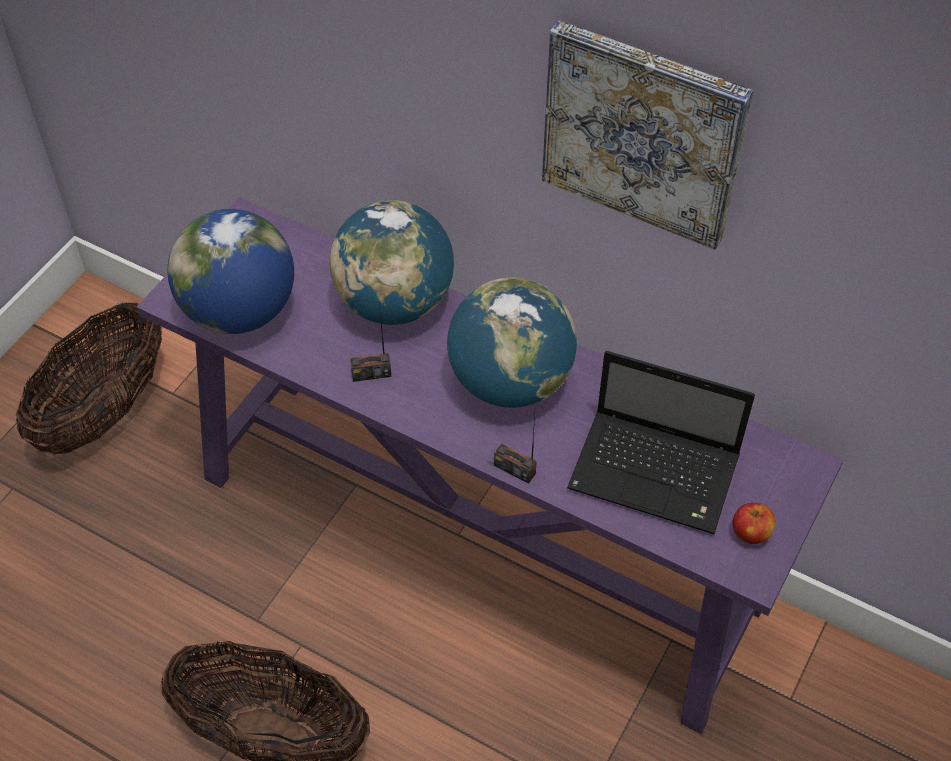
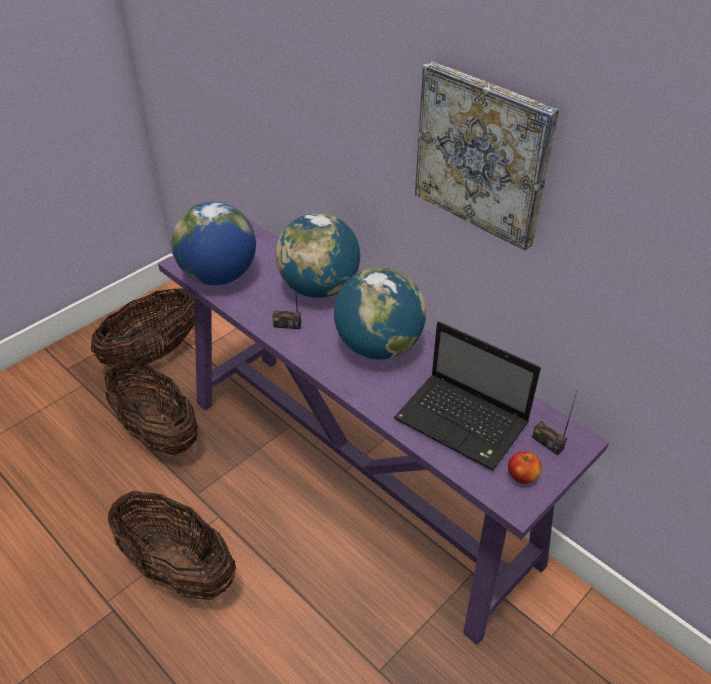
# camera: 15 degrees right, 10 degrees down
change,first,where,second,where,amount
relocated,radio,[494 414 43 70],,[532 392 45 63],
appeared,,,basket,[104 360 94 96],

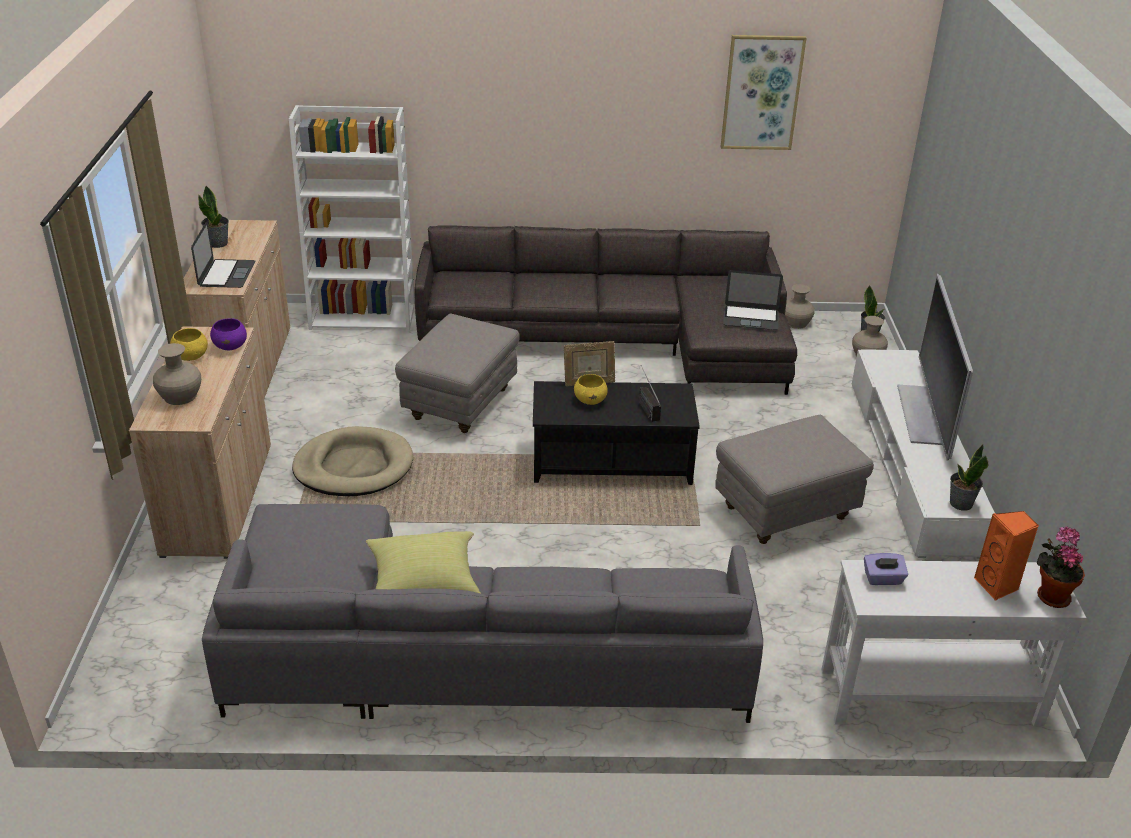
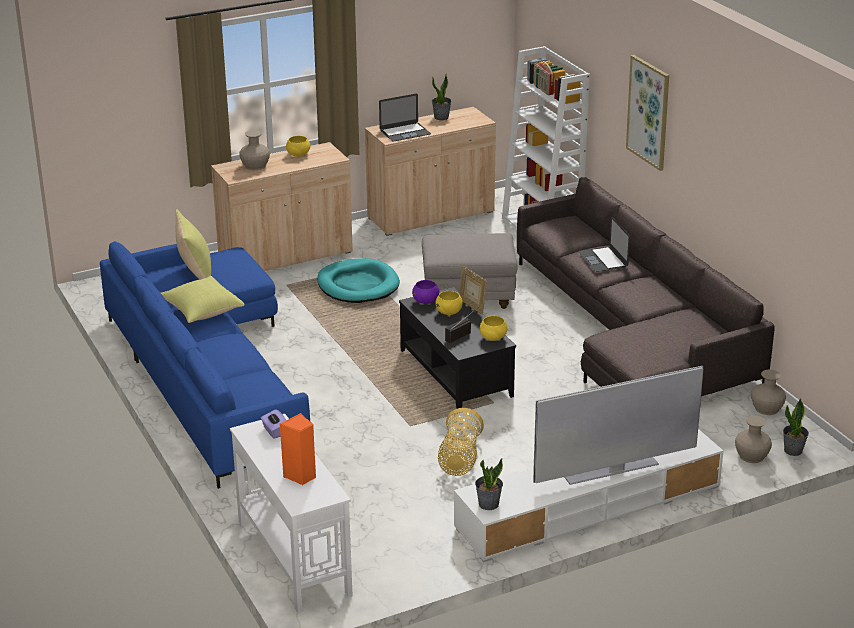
# camera: 65 degrees right, 5 degrees down
change,first,where,second,where,amount
relocated,wall_art,[721 35 86 115],,[626 55 43 116],
relocated,laptop,[723 270 60 60],,[578 216 52 56],
relocated,purple-coloured_serving_bowl,[210 318 37 32],,[412 280 27 24],
exchanged,grey_pouffe,[715 415 159 129],basket,[438 408 46 68],
colour,sand-coloured_dog_cushion,[292 426 121 70],turquoise-coloured_dog_cushion,[317 258 83 45],
colour,grey_couch,[202 503 561 220],blue-coloured_couch,[100 242 210 247],
missing,houseplant,[1037 526 48 82],,,
appeared,,,radio,[534 61 20 34],
appeared,,,yellowish_pillow,[175 209 36 70],
appeared,,,yellowish_serving_bowl,[480 316 28 25],

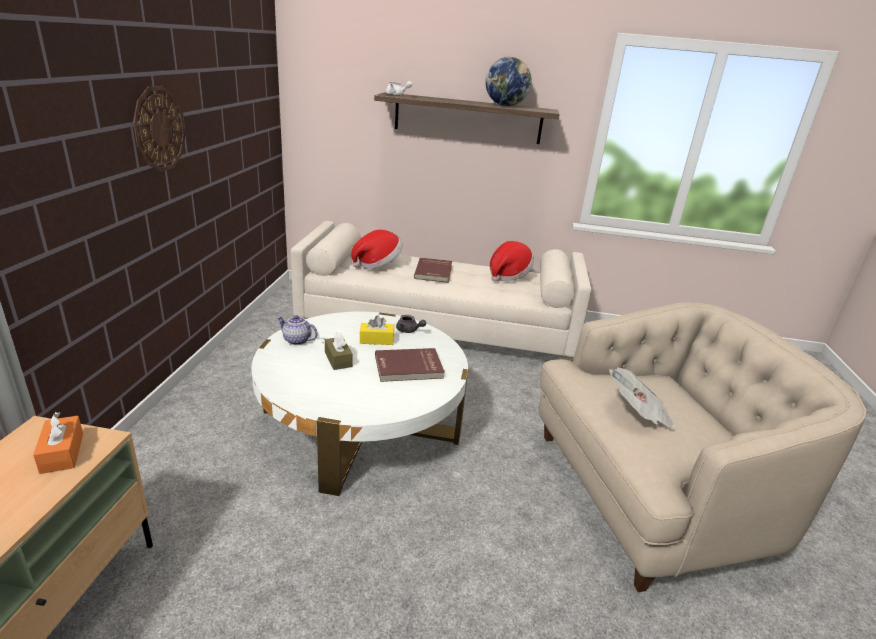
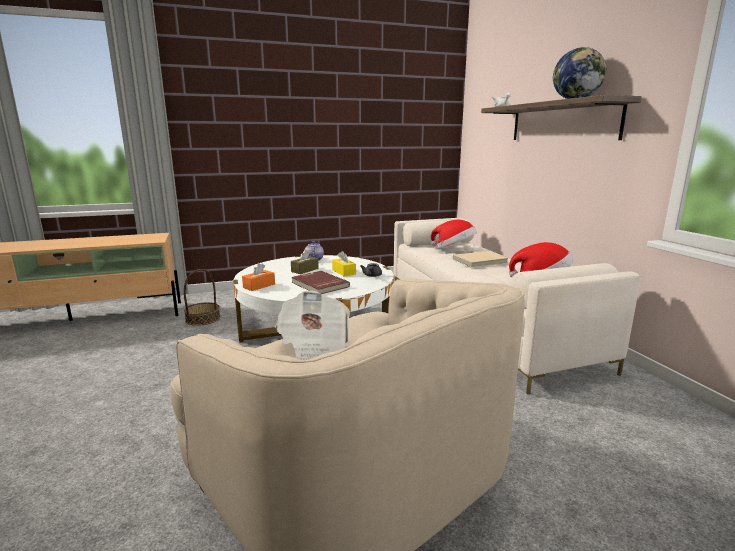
# camera: 65 degrees right, 10 degrees down
change,first,where,second,where,amount
missing,clock_on_the_wall,[133 86 53 86],,,
colour,reddish_book,[414 258 38 25],sand-coloured_book,[453 251 55 17],
relocated,orangey_tissue_holder,[33 412 50 62],,[242 263 33 28],
appeared,,,basket,[184 269 36 57],

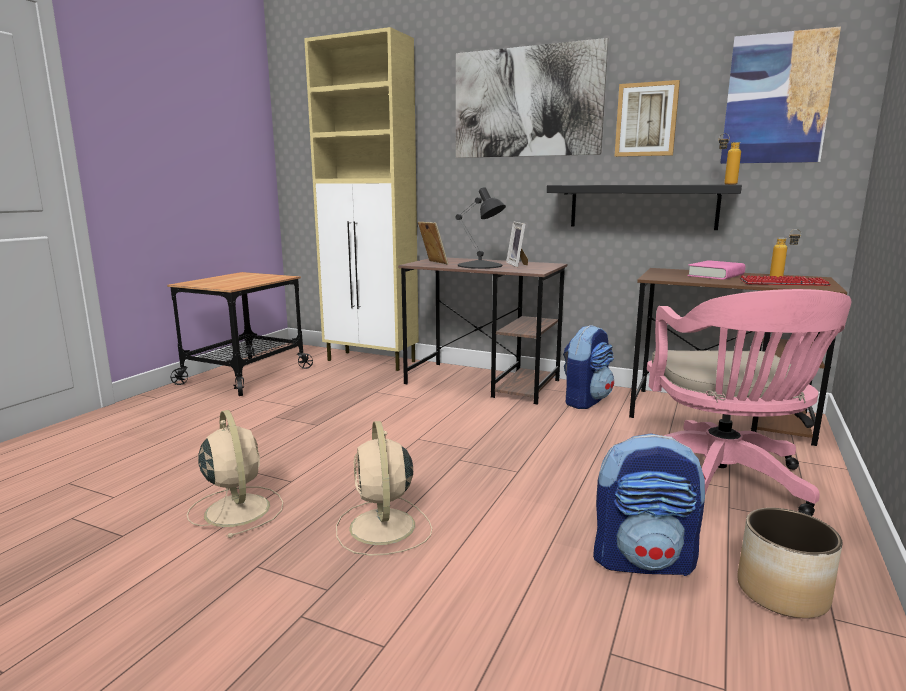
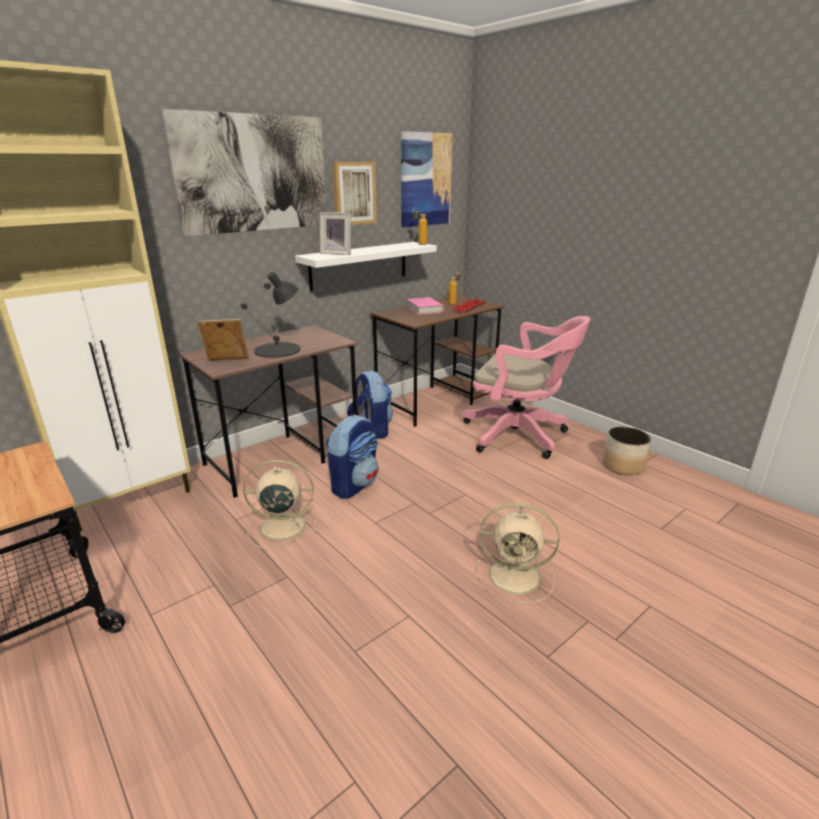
# camera: 65 degrees left, 10 degrees up
change,first,where,second,where,amount
colour,black_bracket_shelf,[547 185 195 45],white-coloured_bracket_shelf,[295 242 142 49],
relocated,photo_frame,[506 221 22 46],,[320 212 31 43],
relocated,sand-coloured_electric_fan,[187 410 96 128],,[243 460 74 89],
relocated,rucksack,[593 433 113 143],,[326 415 52 84],

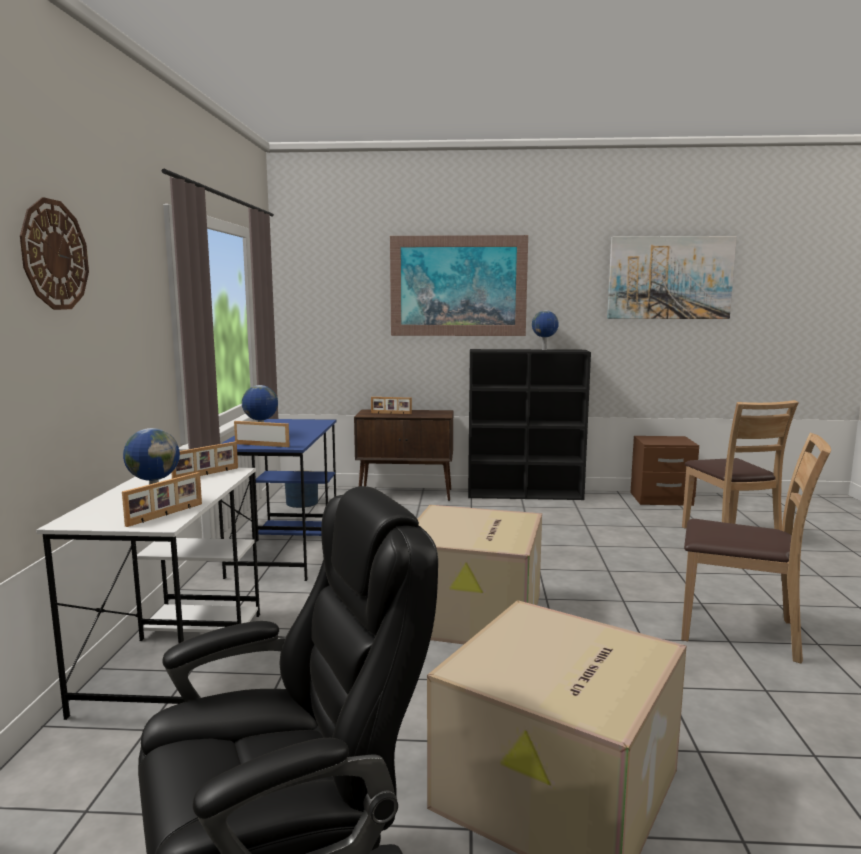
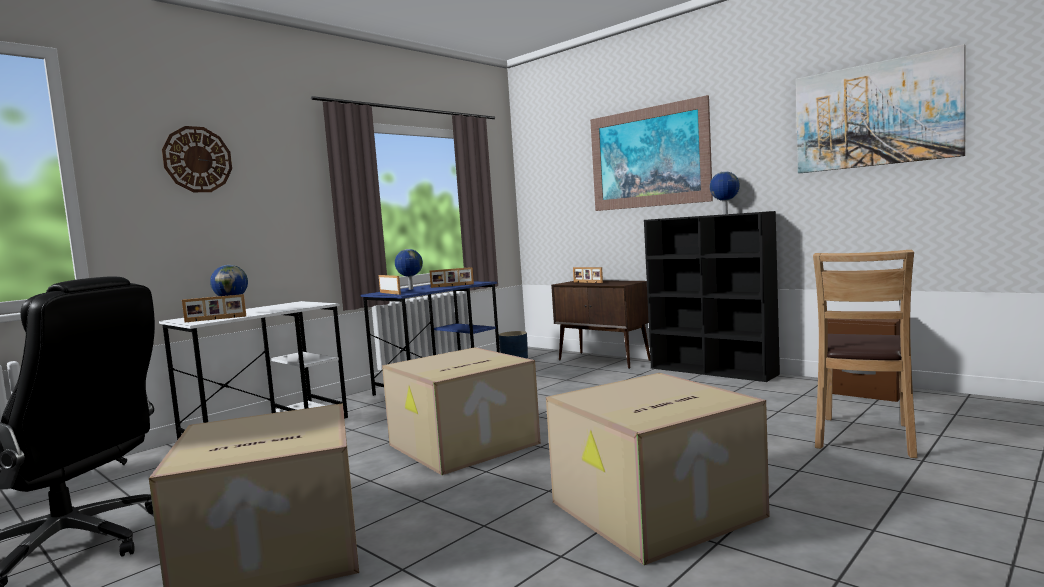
# camera: 40 degrees right, 5 degrees down
change,first,where,second,where,amount
exchanged,brownish_upright_chair,[681 433 150 231],cardboard_box,[546 373 224 192],
relocated,photo_frame,[171 442 67 37],,[430 267 44 21],

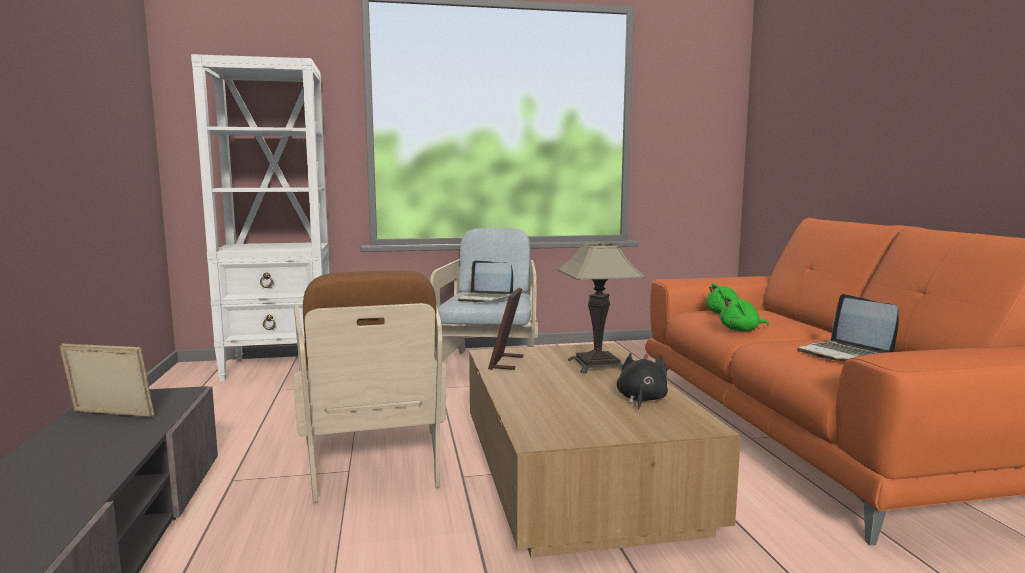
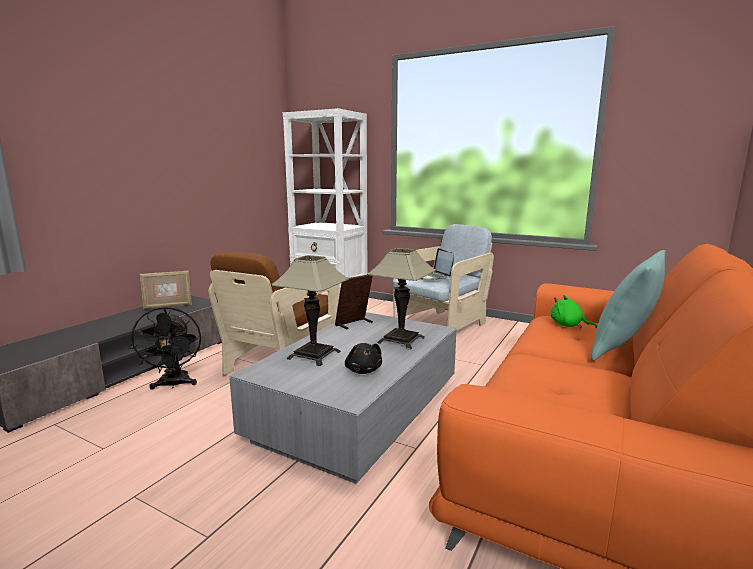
# camera: 40 degrees right, 5 degrees up
change,first,where,second,where,amount
missing,laptop,[797 294 102 66],,,
missing,green_cuddly_toy,[720 295 49 36],,,
spun,photo_frame,[60 343 95 74],,[140 270 52 40],105 degrees clockwise
colour,brownish_coffee_table,[469 343 272 215],grey_coffee_table,[229 312 227 172],
spun,black_cuddly_toy,[617 353 51 56],,[345 343 37 31],105 degrees clockwise
appeared,,,turquoise-coloured_pillow,[591 250 75 111],
appeared,,,table_lamp,[271 255 78 111],
appeared,,,black_electric_fan,[129 307 72 83],

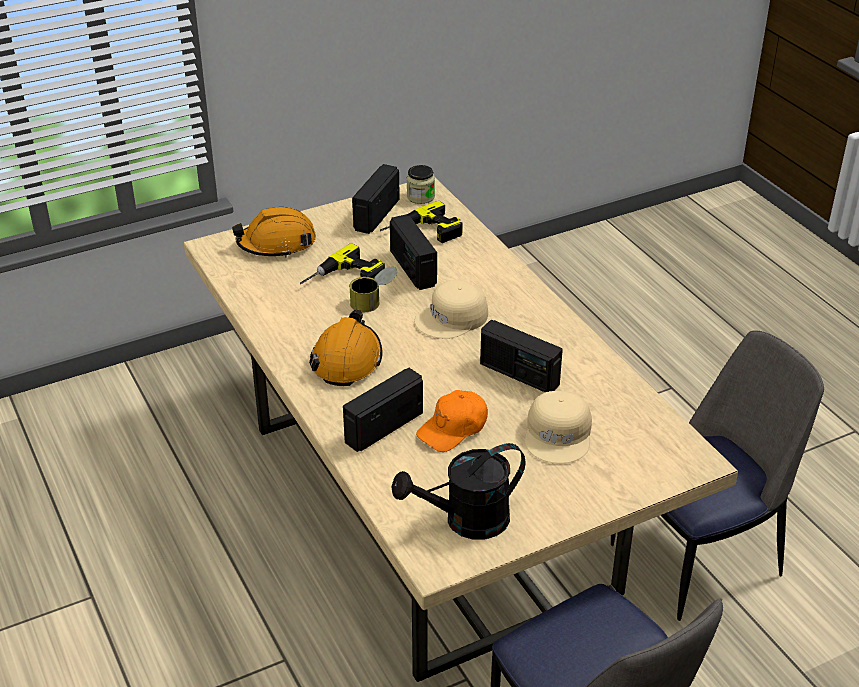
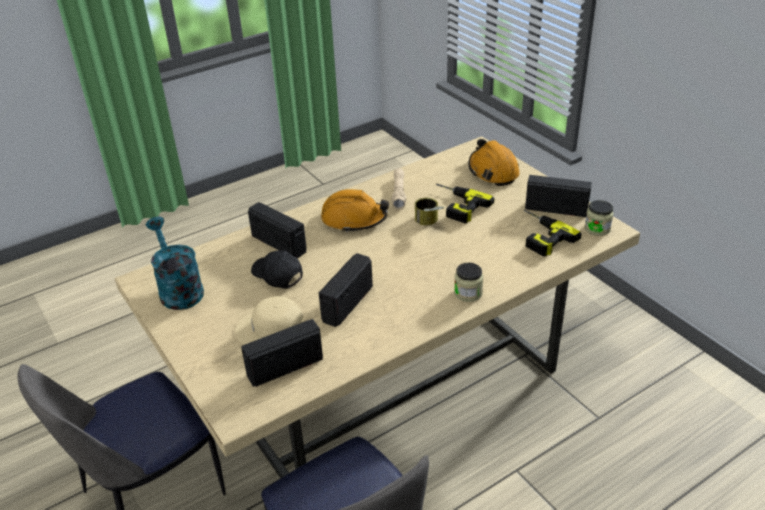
# camera: 85 degrees right, 0 degrees up
change,first,where,second,where,amount
relocated,radio,[390 215 47 75],,[241 319 82 68],
missing,sand-coloured_cap,[414 280 74 59],,,
colour,orangey_cap,[416 390 72 62],black_cap,[251 250 52 39],
colour,black_watering_pot,[392 443 133 97],turquoise-coloured_watering_pot,[146 217 58 93],
appeared,,,sand-coloured_hand_torch,[391 168 15 41],
appeared,,,jar,[454 263 29 39],

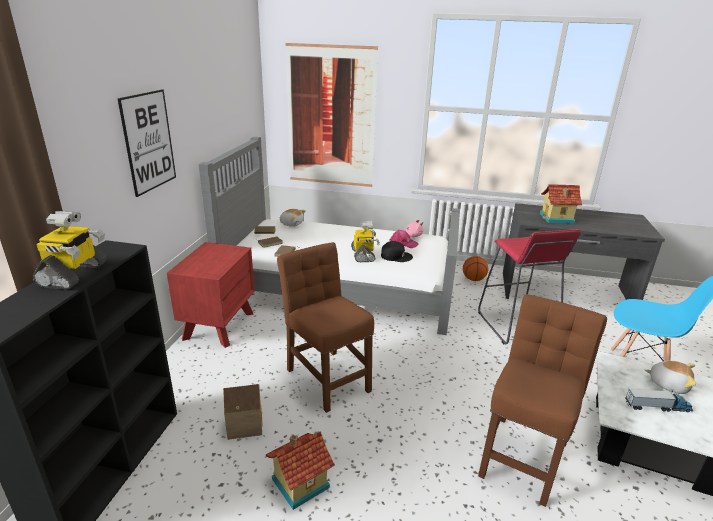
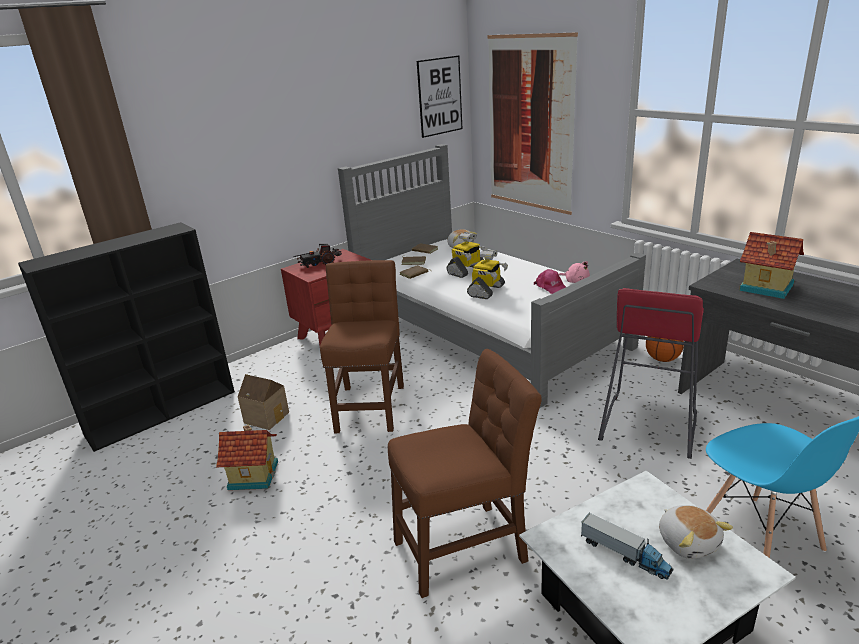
# camera: 40 degrees right, 0 degrees up
change,first,where,second,where,amount
relocated,wall_art,[117 89 59 108],,[417 55 45 83],
relocated,toy_robot,[33 211 74 79],,[446 232 41 46],
missing,black_cap,[381 241 32 21],,,
appeared,,,toy_lorry,[293 244 49 24],

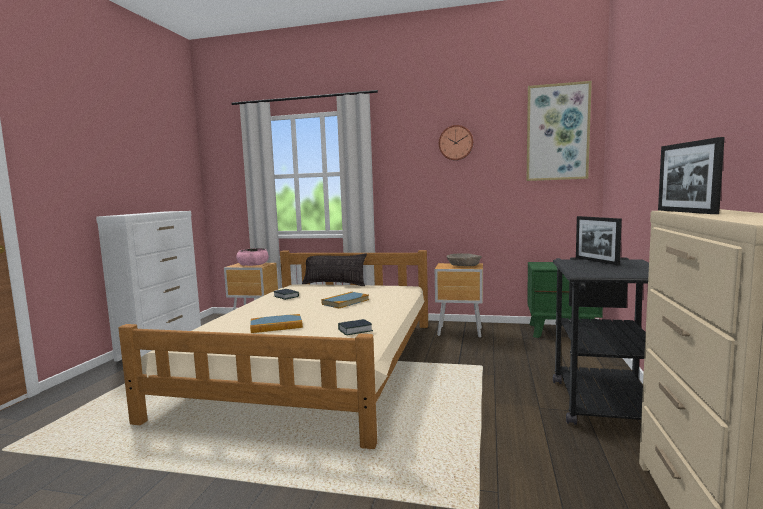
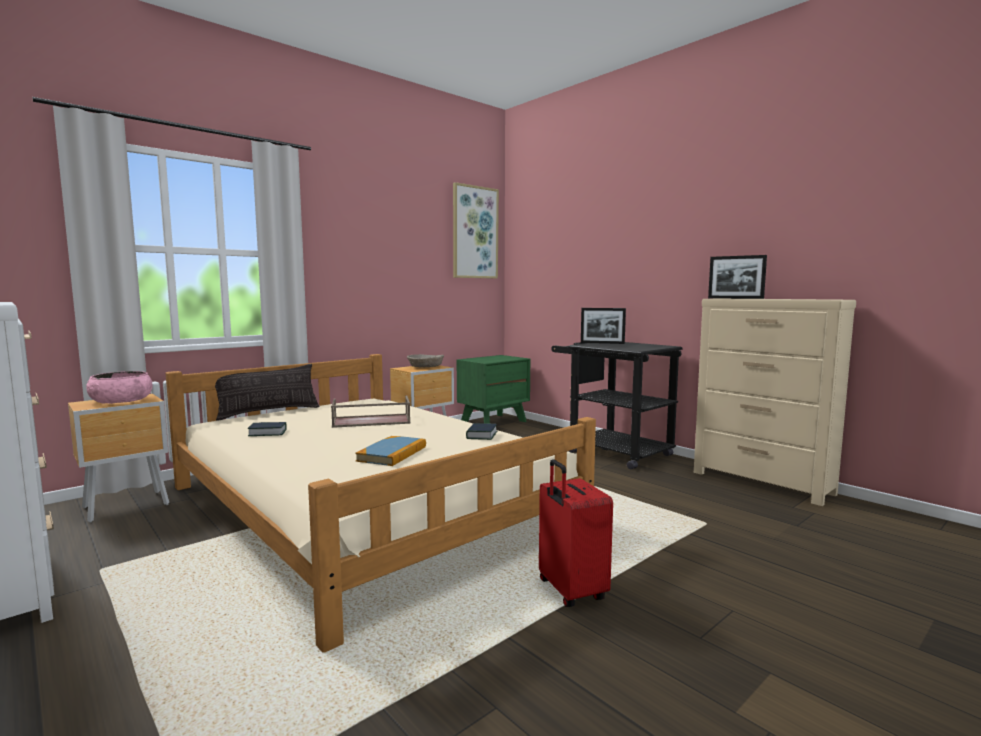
# camera: 55 degrees left, 0 degrees up
change,first,where,second,where,amount
missing,clock_on_the_wall,[439 125 35 36],,,
exchanged,book,[321 292 48 16],brownish_tray,[331 396 80 32],
appeared,,,reddish_travel_case,[539 459 74 148],

